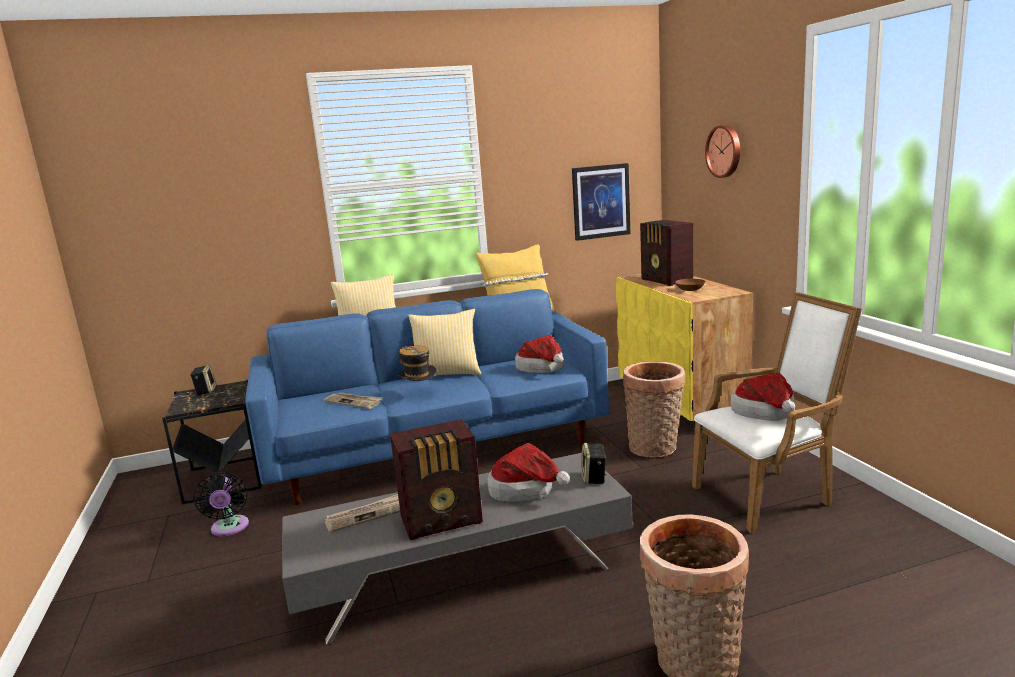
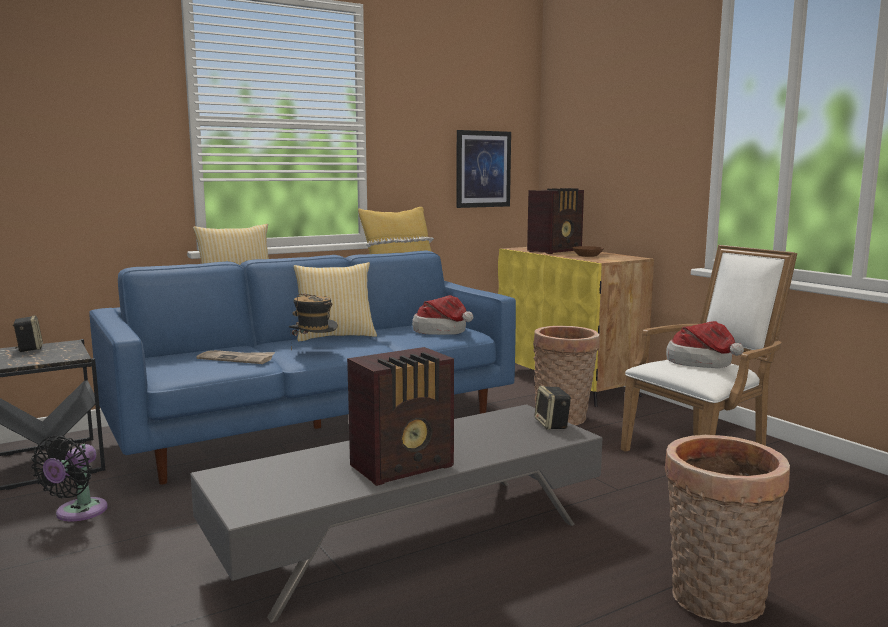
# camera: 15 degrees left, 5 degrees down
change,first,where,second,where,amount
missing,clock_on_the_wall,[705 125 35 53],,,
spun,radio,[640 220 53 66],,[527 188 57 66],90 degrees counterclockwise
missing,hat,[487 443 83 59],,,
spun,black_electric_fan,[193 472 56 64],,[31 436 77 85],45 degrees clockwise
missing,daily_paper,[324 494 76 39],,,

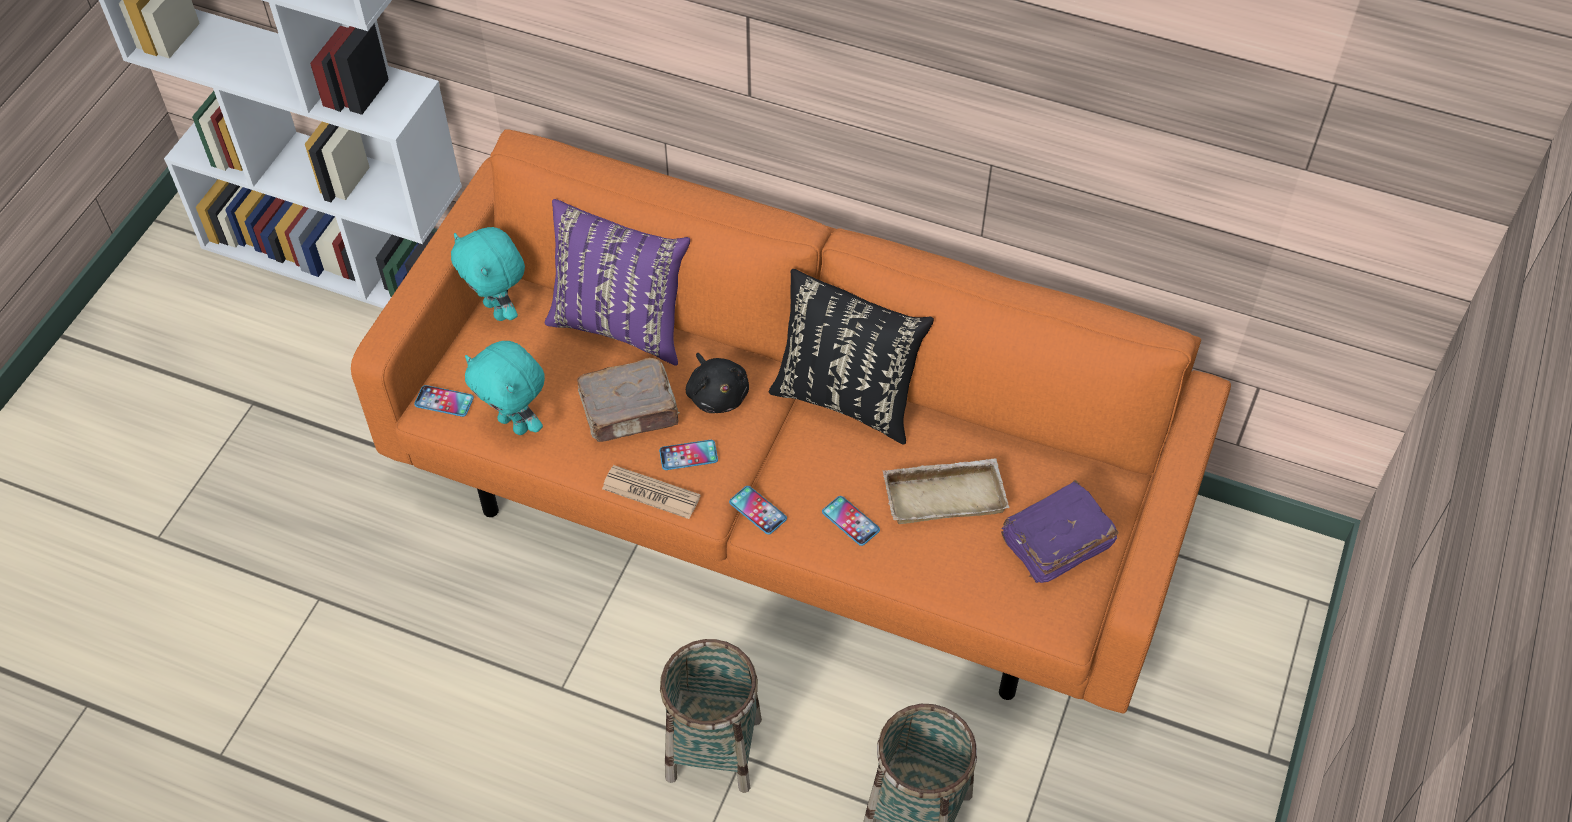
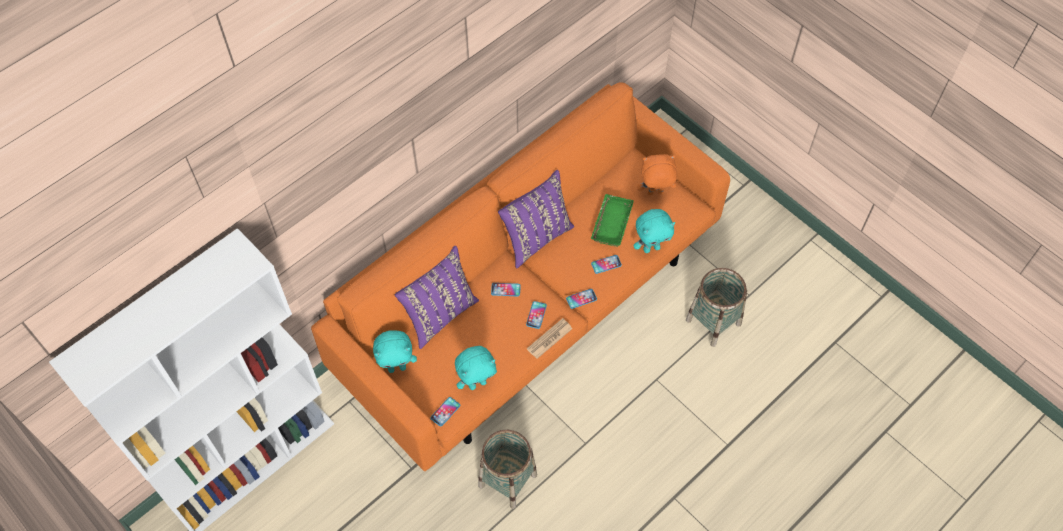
# camera: 65 degrees left, 5 degrees up
change,first,where,second,where,amount
colour,black_pillow,[769 269 165 176],purple-coloured_pillow,[498 170 77 98],
exchanged,black_cuddly_toy,[686 353 63 60],telephone,[491 283 30 14],
missing,brownish_book,[577 358 103 84],,,
colour,sand-coloured_tray,[882 458 127 66],green_tray,[591 194 43 53],
exchanged,purple-coloured_book,[1001 480 117 103],orangey_cuddly_toy,[637 154 40 41],
relocated,basket,[660 639 102 154],,[478 430 59 79],
appeared,,,turquoise-coloured_cuddly_toy,[633 209 42 44],

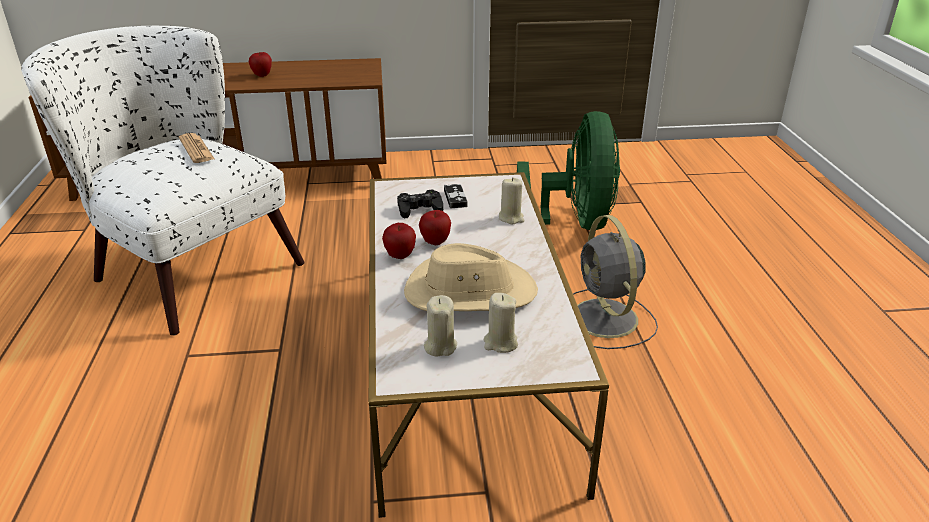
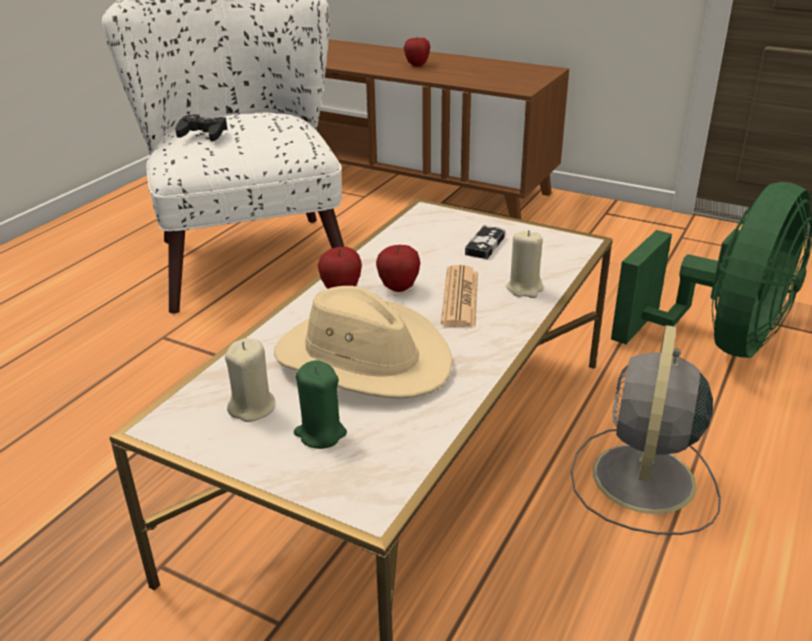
# camera: 35 degrees right, 0 degrees up
change,first,where,second,where,amount
relocated,daily_paper,[179 133 35 30],,[441 265 37 62],
relocated,black_joypad,[397 190 46 29],,[175 114 53 27],
colour,sand-coloured_wax_candle,[484 293 34 60],green_wax_candle,[294 360 53 89],

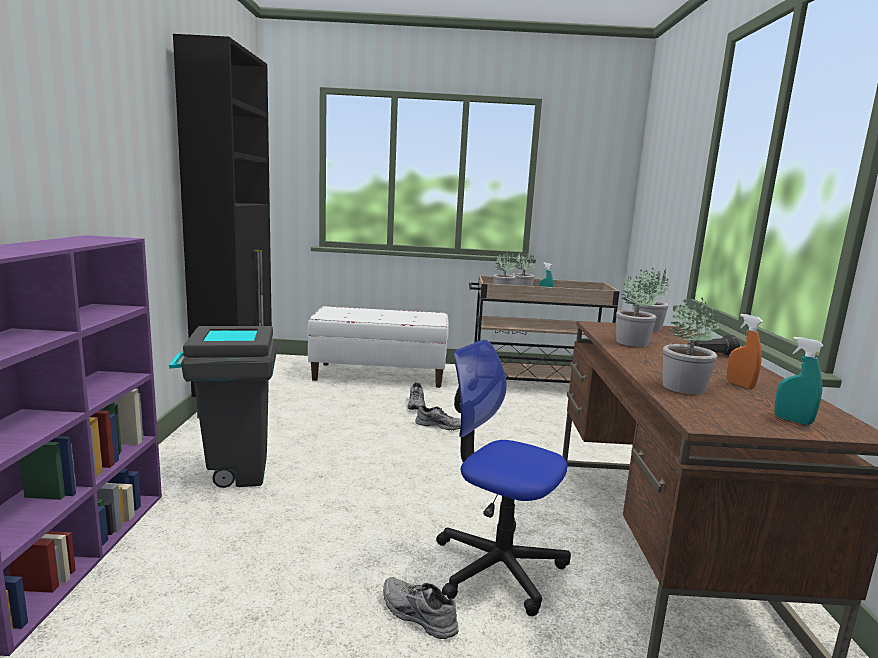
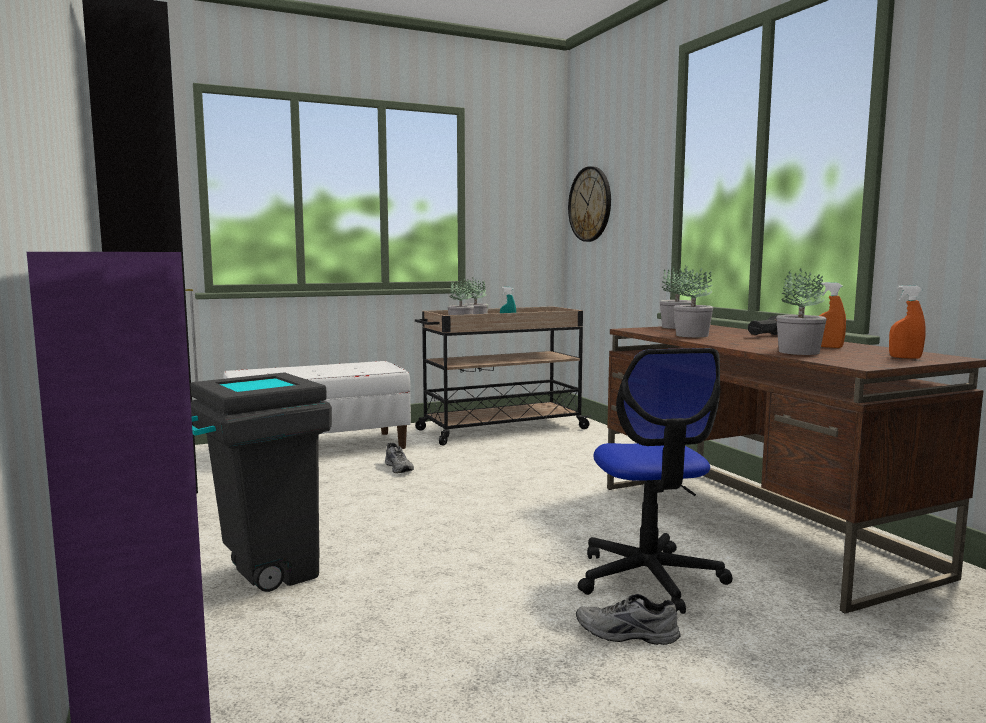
# camera: 25 degrees left, 5 degrees down
change,first,where,second,where,amount
colour,turquoise-coloured_sprayer,[775 337 49 88],orangey_sprayer,[889 285 37 74],
spun,office_chair,[436 339 135 277],,[578 348 155 266],105 degrees counterclockwise
missing,grey_low_shoe,[415 405 46 25],,,
appeared,,,clock_on_the_wall,[568 166 43 76],

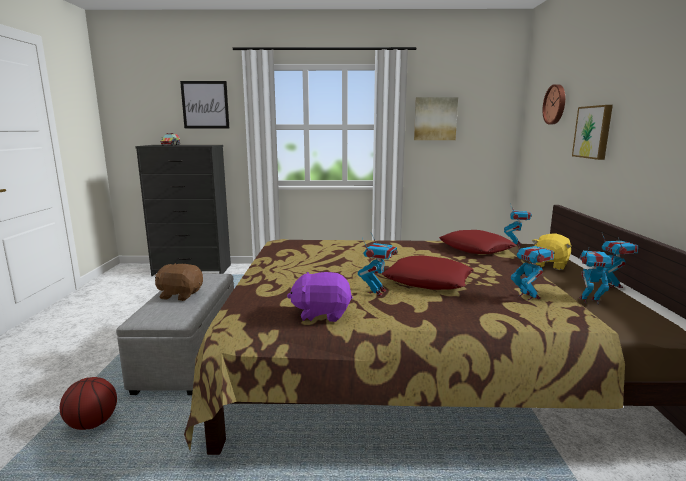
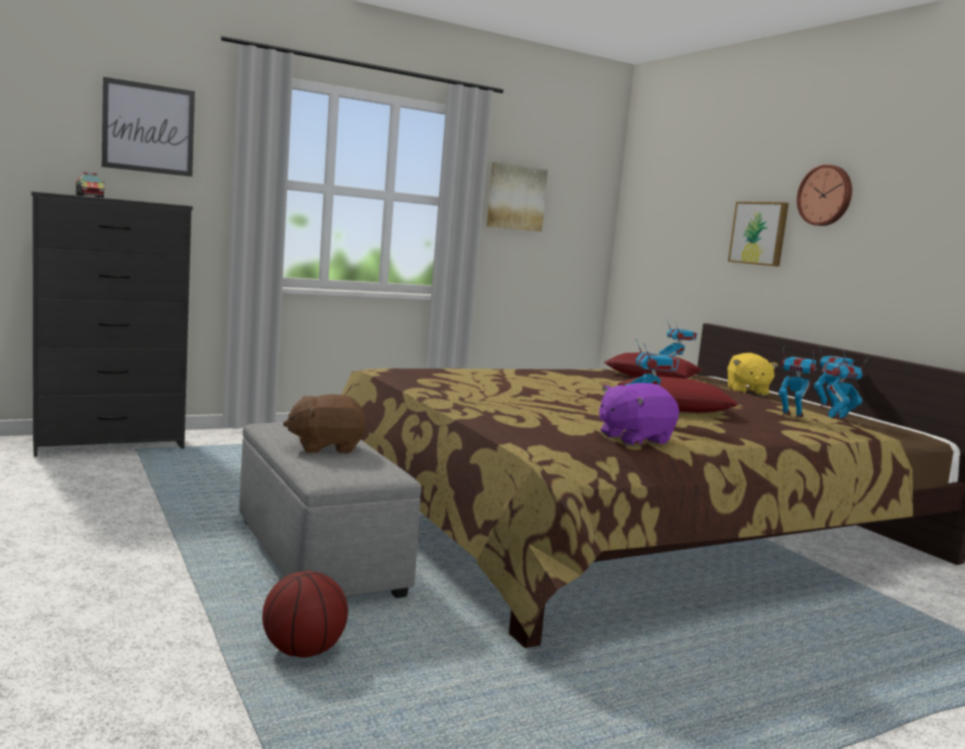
# camera: 30 degrees left, 5 degrees down
change,first,where,second,where,amount
relocated,clock_on_the_wall,[542 84 23 40],,[797 164 55 62],

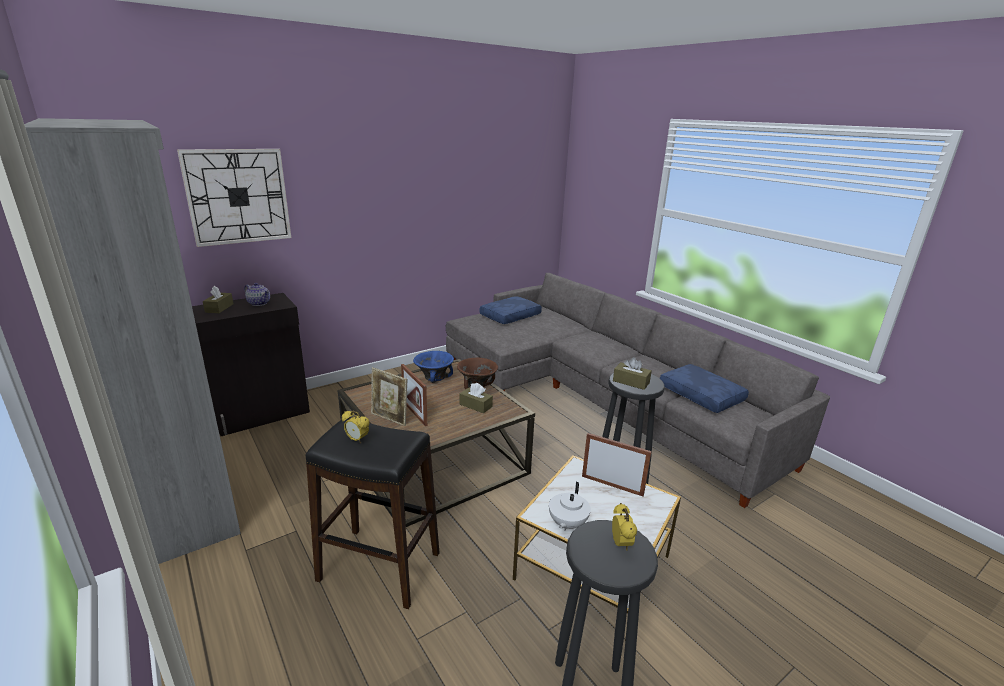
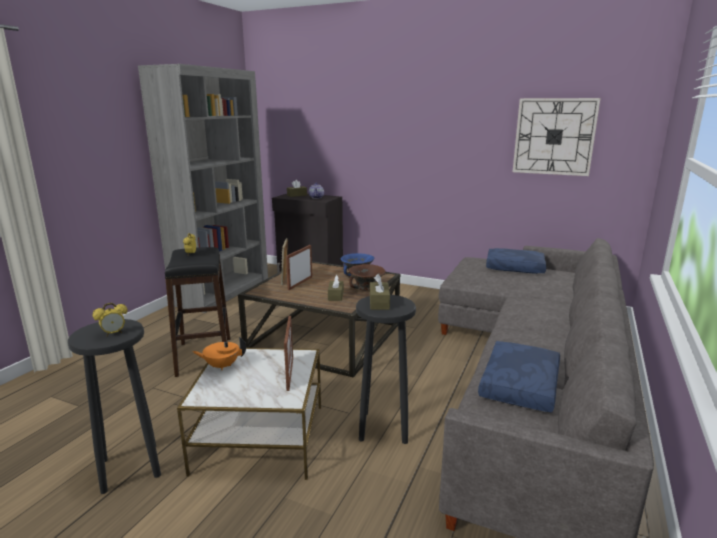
# camera: 60 degrees right, 5 degrees down
change,first,where,second,where,amount
relocated,clock_on_the_wall,[177 149 114 98],,[513 98 88 78],
colour,white-coloured_teapot,[549 482 42 49],orangey_teapot,[192 337 54 34],

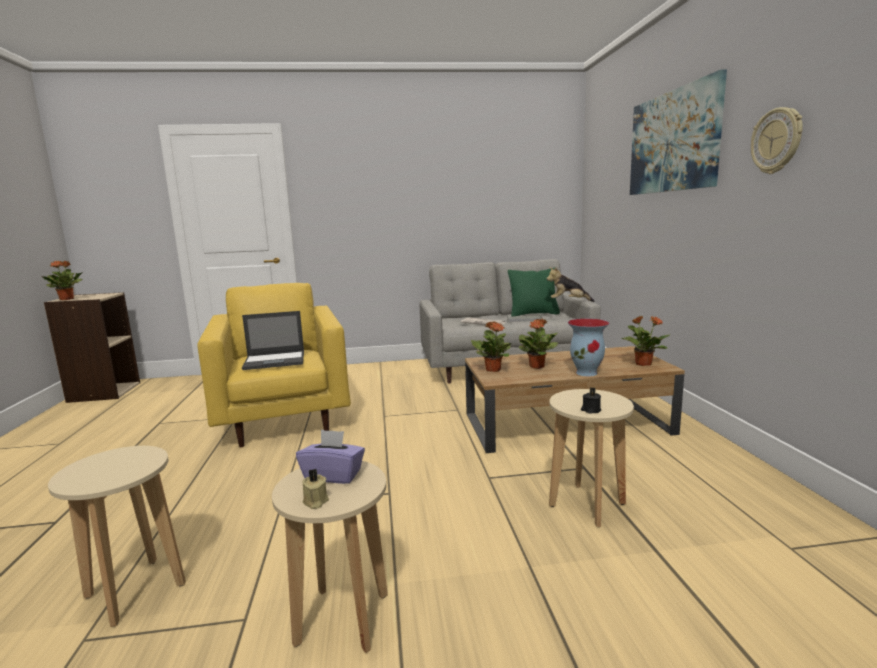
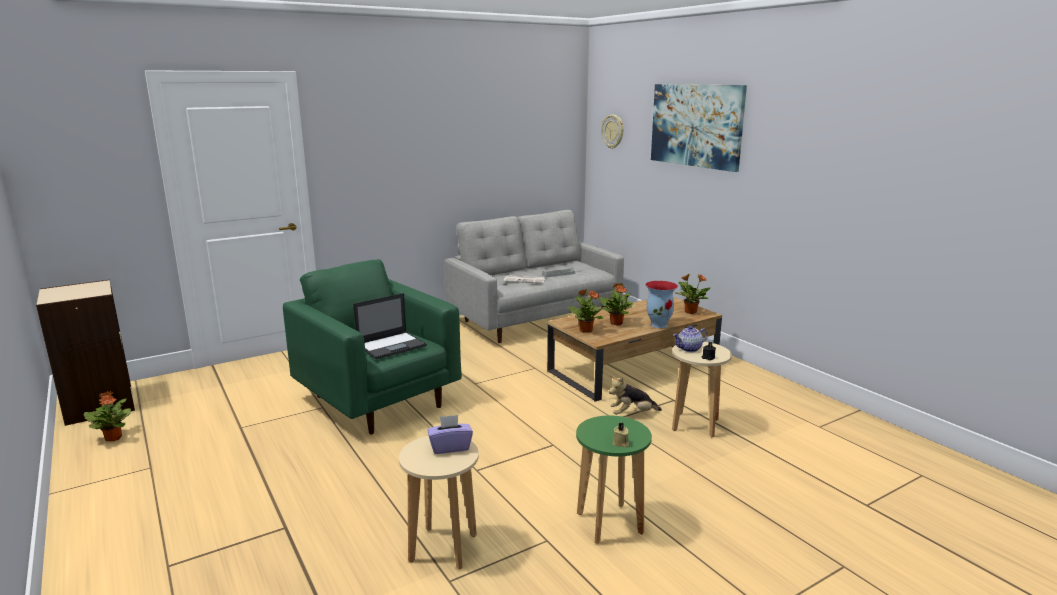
# camera: 25 degrees left, 5 degrees up
change,first,where,second,where,amount
relocated,clock_on_the_wall,[751 107 52 67],,[602 115 22 34],
relocated,houseplant,[42 261 41 39],,[84 391 47 50],
relocated,cuddly_toy,[547 267 48 35],,[609 375 53 40],
missing,green_pillow,[508 268 52 49],,,
colour,yellowish_lounge_chair,[198 283 153 164],green_lounge_chair,[283 259 179 175],
relocated,purple-coloured_tissue_holder,[296 430 69 54],,[428 415 45 39],
colour,sand-coloured_stool_seat,[272 461 116 192],green_stool_seat,[576 416 76 128],
appeared,,,teapot,[673 326 35 26],

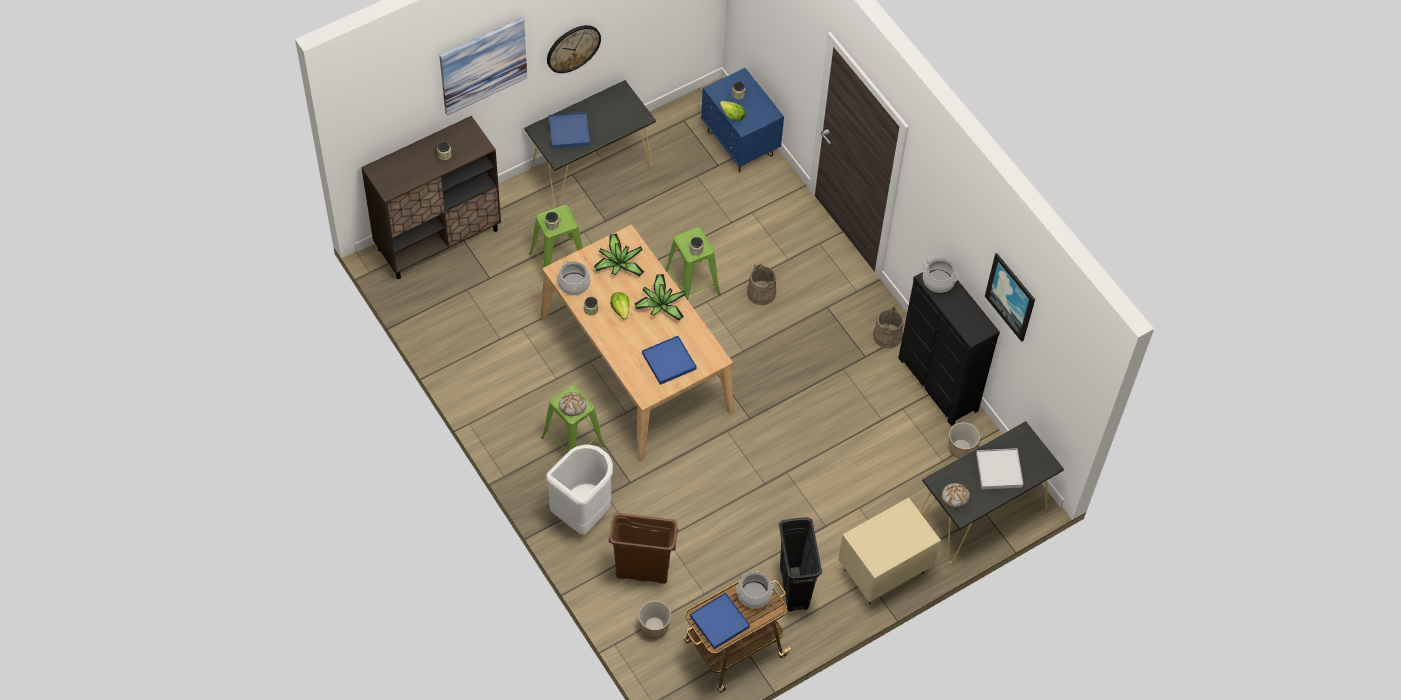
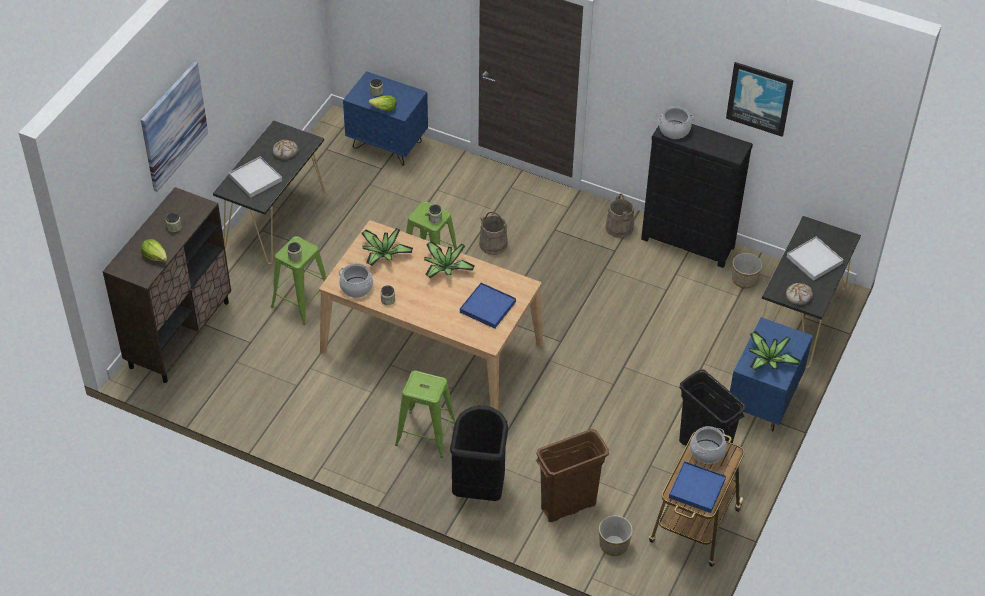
# camera: 30 degrees left, 10 degrees down
change,first,where,second,where,amount
missing,clock_on_the_wall,[547 25 54 48],,,
colour,blue-coloured_tray,[549 112 41 37],white-coloured_tray,[229 156 53 42],
relocated,head_of_lettuce,[610 292 20 28],,[141 239 26 23],
relocated,bread,[559 392 27 24],,[273 140 25 20],
colour,white-coloured_waste_bin,[546 445 67 90],black_waste_bin,[450 405 58 96],
colour,sand-coloured_night_table,[838 497 103 107],blue-coloured_night_table,[730 317 83 114],
appeared,,,houseplant,[749 331 51 40],

